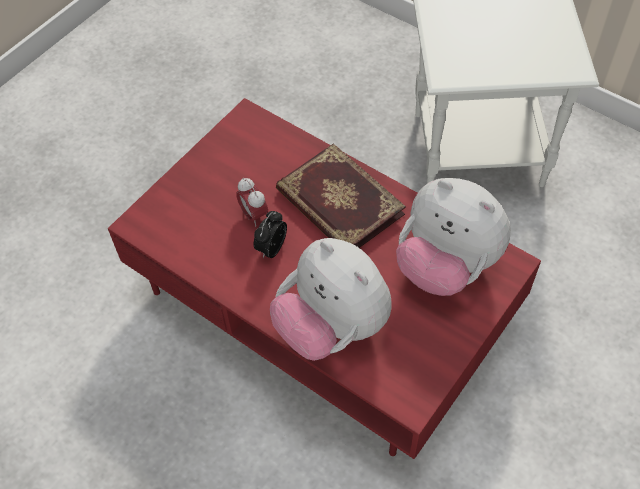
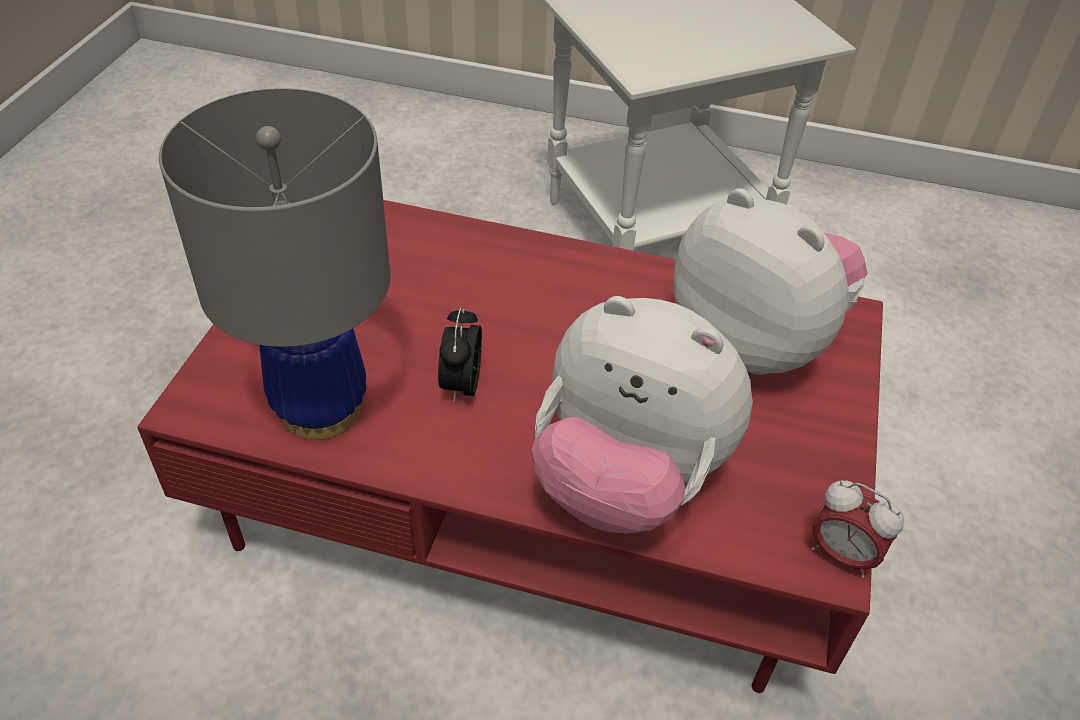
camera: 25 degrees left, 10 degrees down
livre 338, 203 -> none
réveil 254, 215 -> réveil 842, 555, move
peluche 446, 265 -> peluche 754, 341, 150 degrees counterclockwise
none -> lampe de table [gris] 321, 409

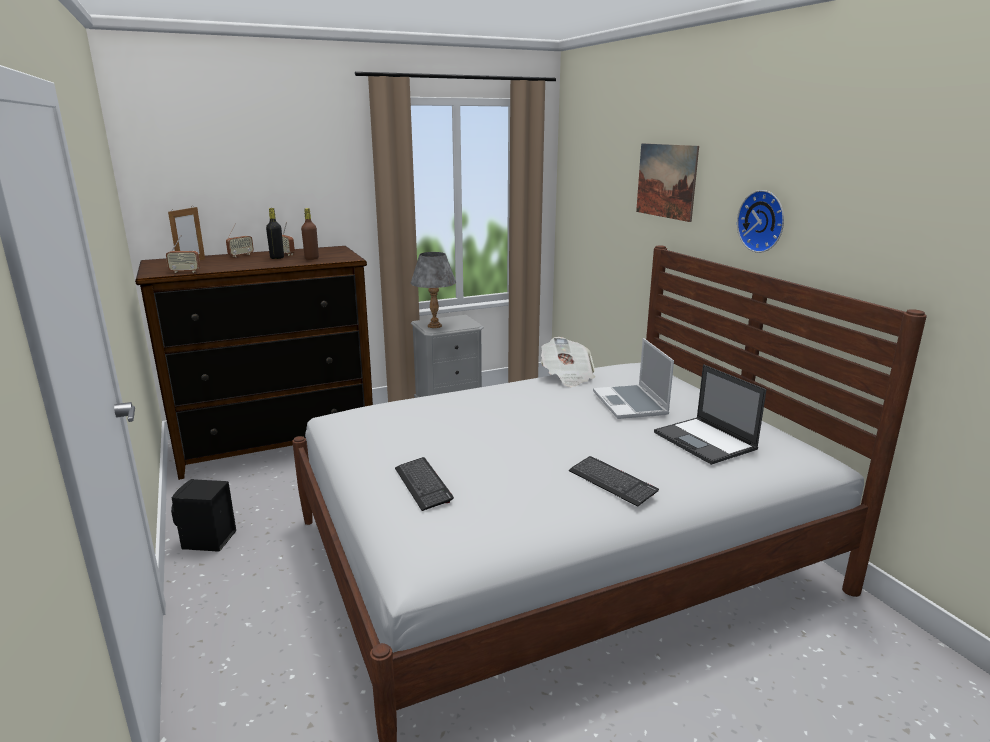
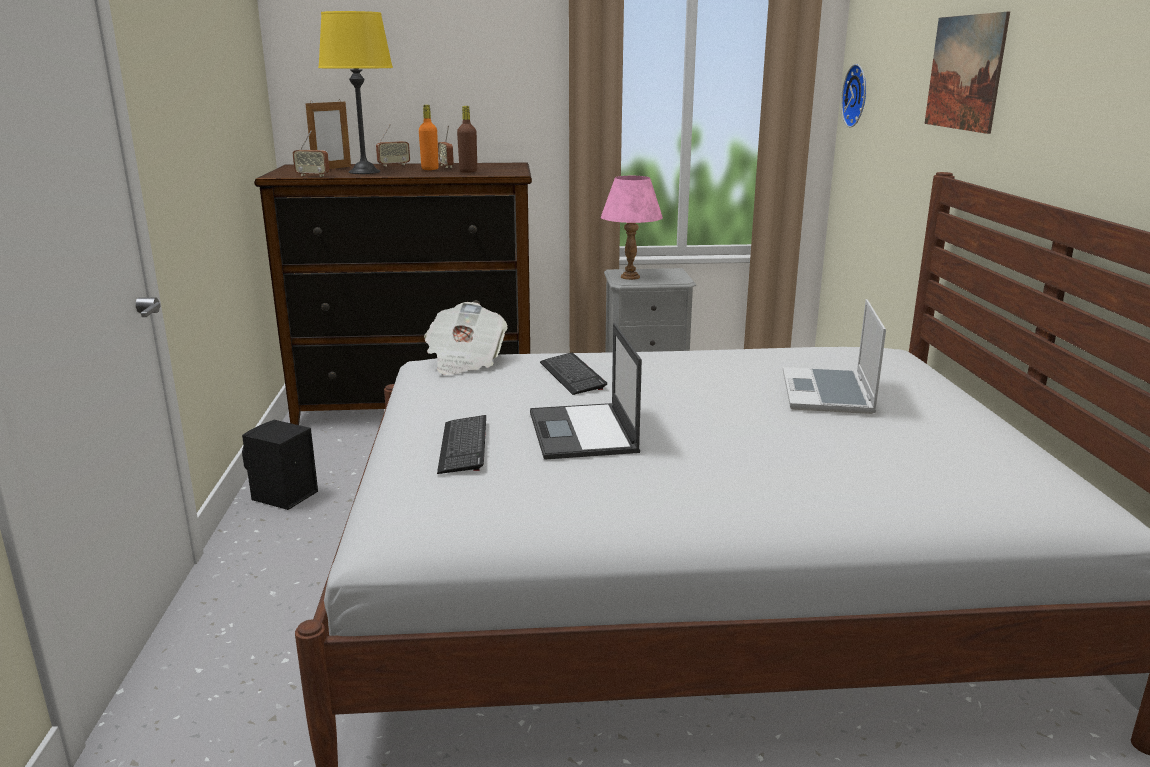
camera: 20 degrees right, 0 degrees up
horloge murale 763, 221 -> horloge murale 858, 96, move
bouteille [noir] 277, 258 -> bouteille [orange] 430, 169
lampe de table [gris] 434, 326 -> lampe de table [rose] 629, 277
journal 567, 376 -> journal 465, 361, move
ordinateur portable 705, 441 -> ordinateur portable 583, 432, move
clavier 612, 482 -> clavier 572, 375, move
none -> lampe de table [jaune] 364, 172

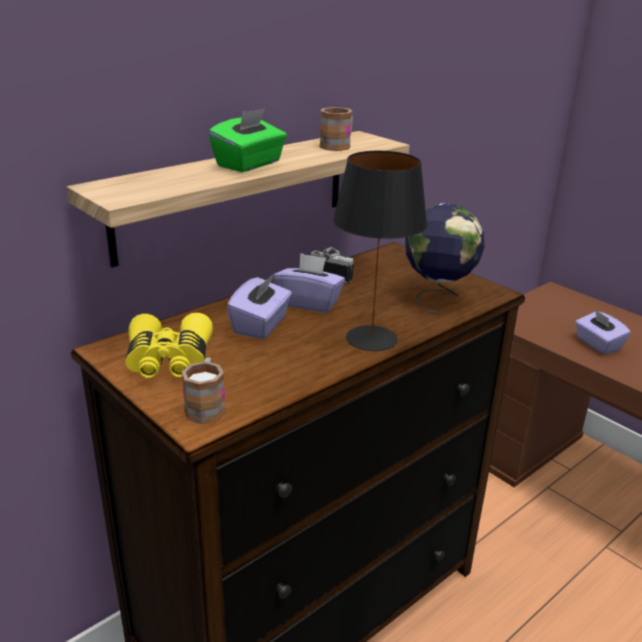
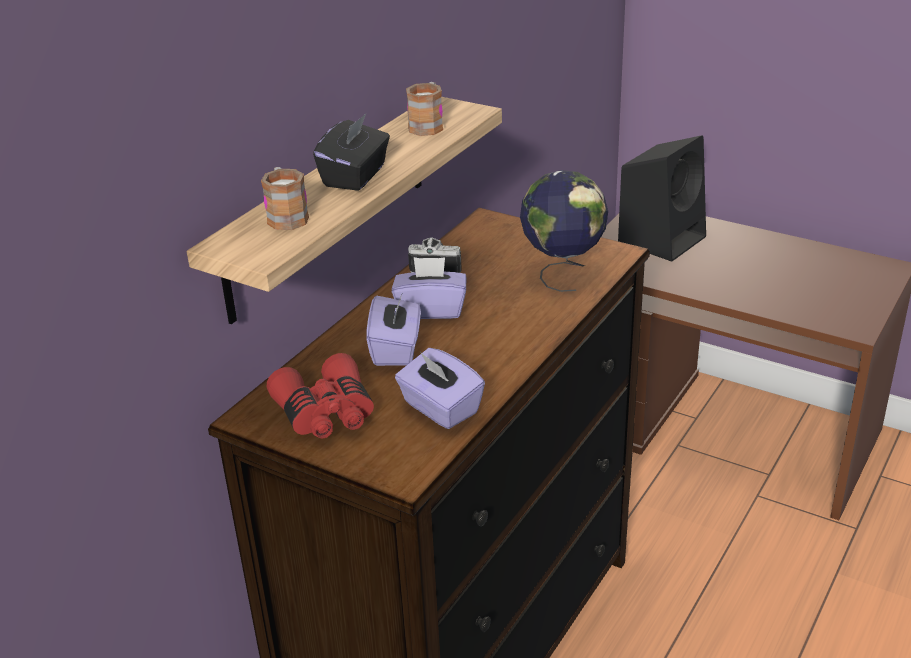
camera: 15 degrees left, 5 degrees up
boîte à mouchoirs [vert] 249, 164 -> boîte à mouchoirs [noir] 355, 176
lampe de table [noir] 372, 339 -> none
boîte à mouchoirs [violet] 597, 344 -> boîte à mouchoirs [violet] 440, 408, move
jumelles [jaune] 168, 361 -> jumelles [rouge] 326, 414
mug 206, 406 -> mug 286, 216, move
none -> enceinte [noir] 662, 238

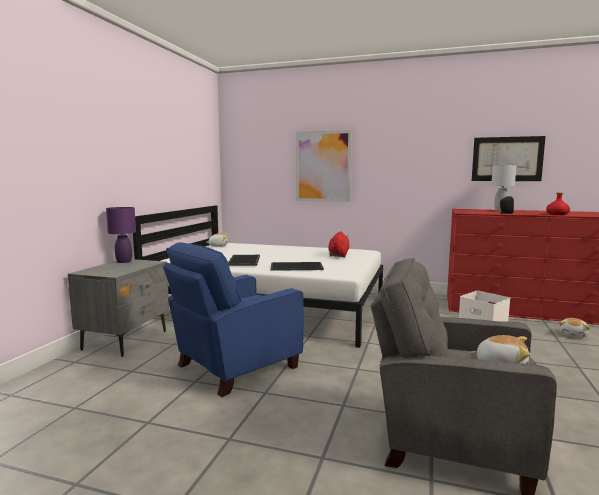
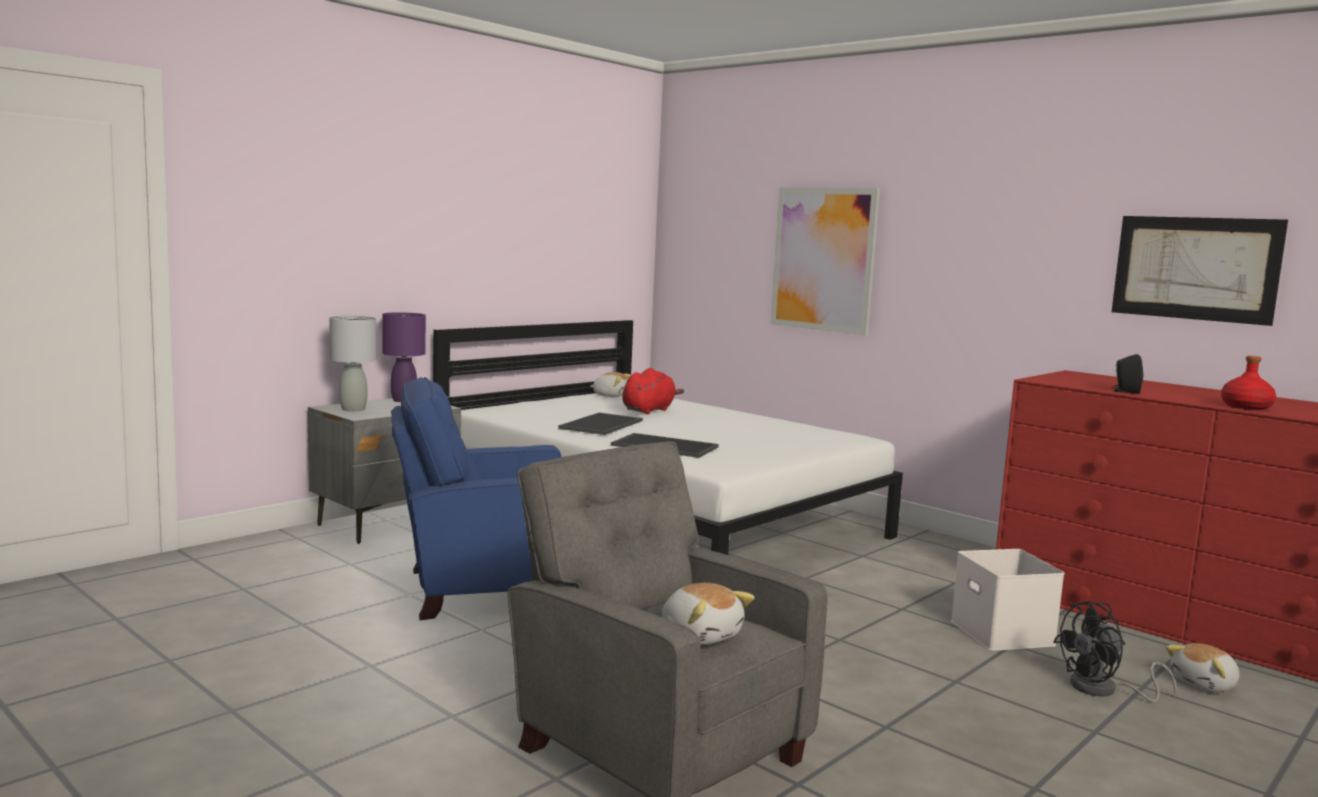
camera: 25 degrees right, 0 degrees up
lampe de table [gris] 500, 210 -> lampe de table [gris] 352, 409, move
peluche [rouge] 338, 255 -> peluche [rouge] 649, 410, move
none -> ventilateur [noir] 1103, 690

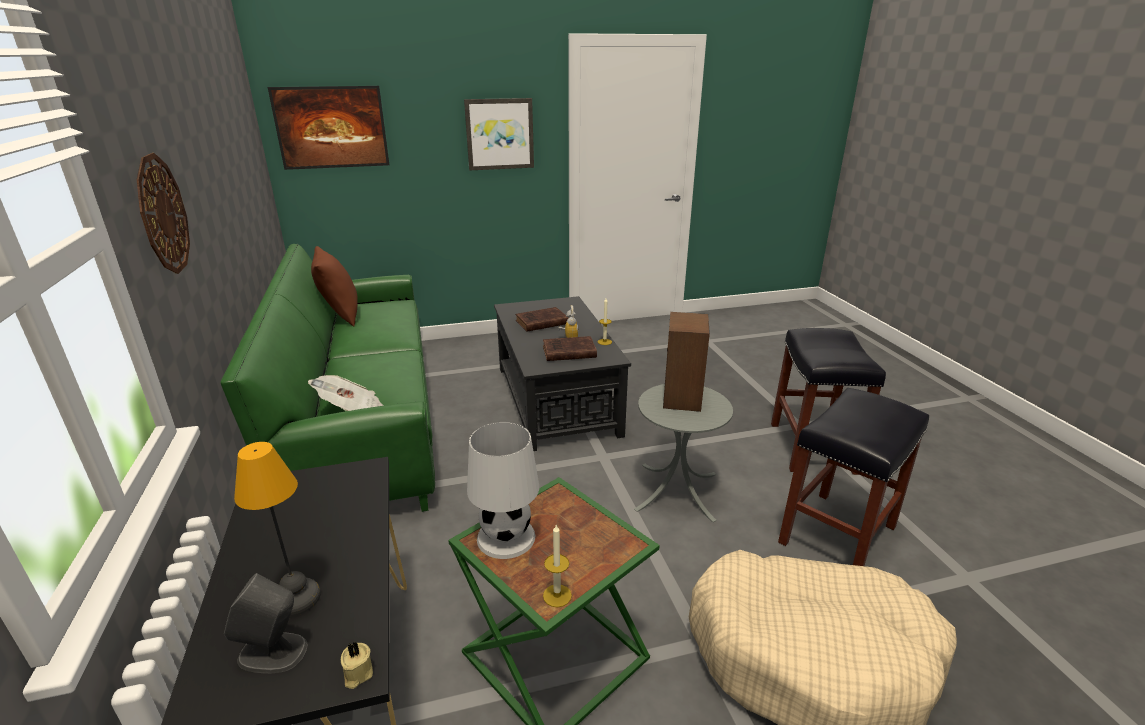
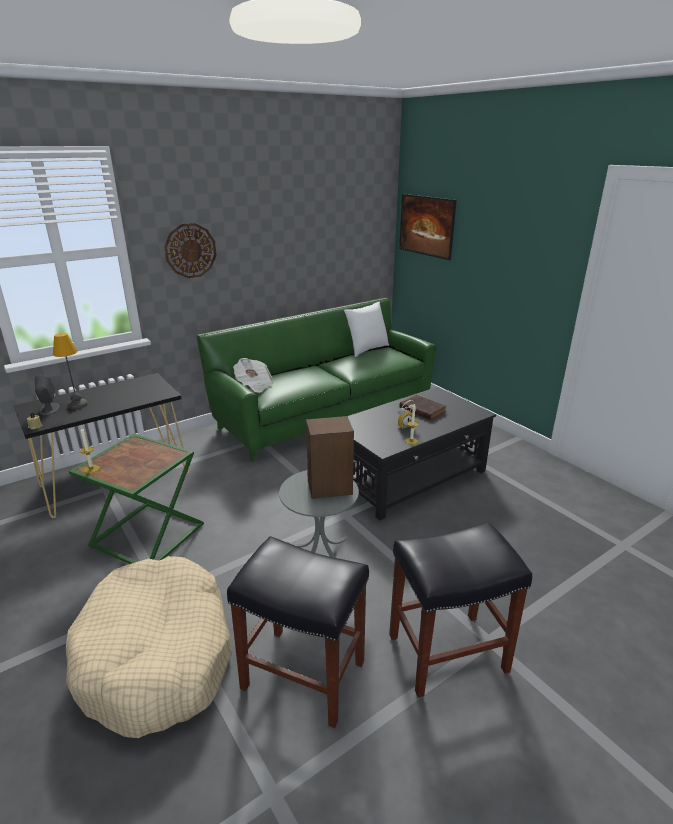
camera: 70 degrees right, 0 degrees up
tableau 499, 134 -> none
coussin [marron] 340, 315 -> coussin [blanc] 366, 349
livre [marron] 567, 352 -> none
lampe de table [blanc] 506, 536 -> none

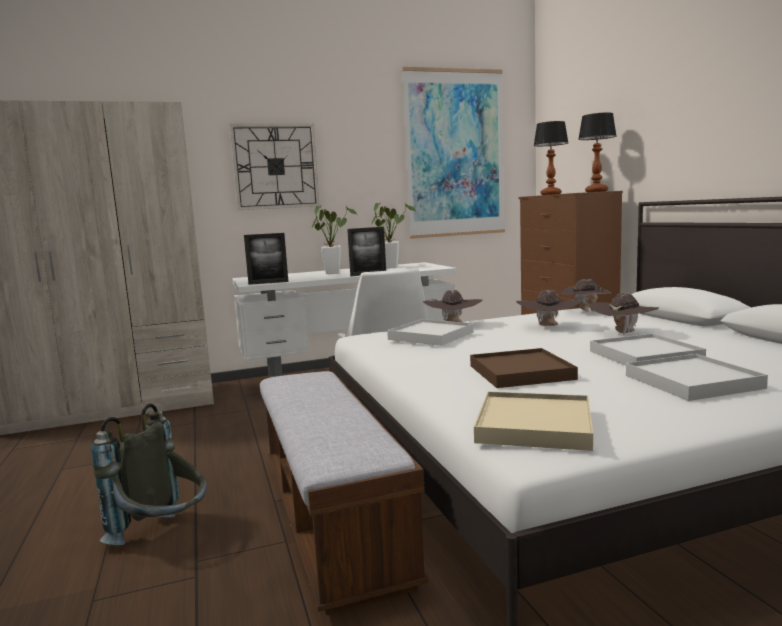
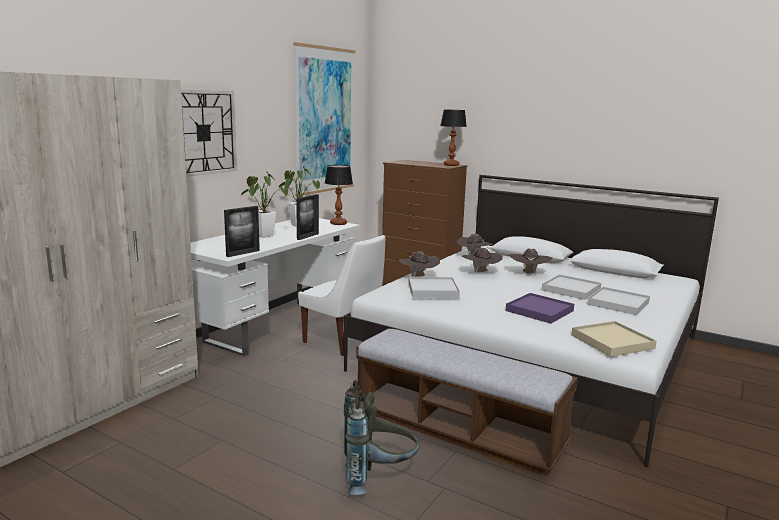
camera: 40 degrees left, 5 degrees up
lampe de table 551, 194 -> lampe de table 338, 223, move
plateau [marron] 520, 372 -> plateau [violet] 539, 311

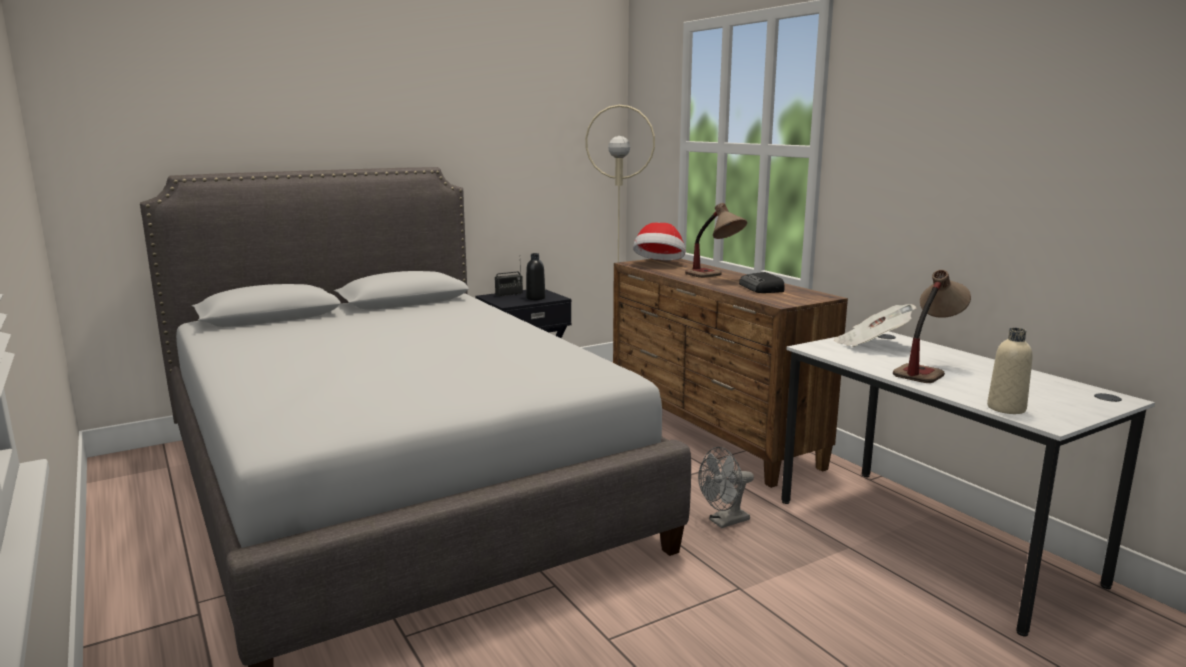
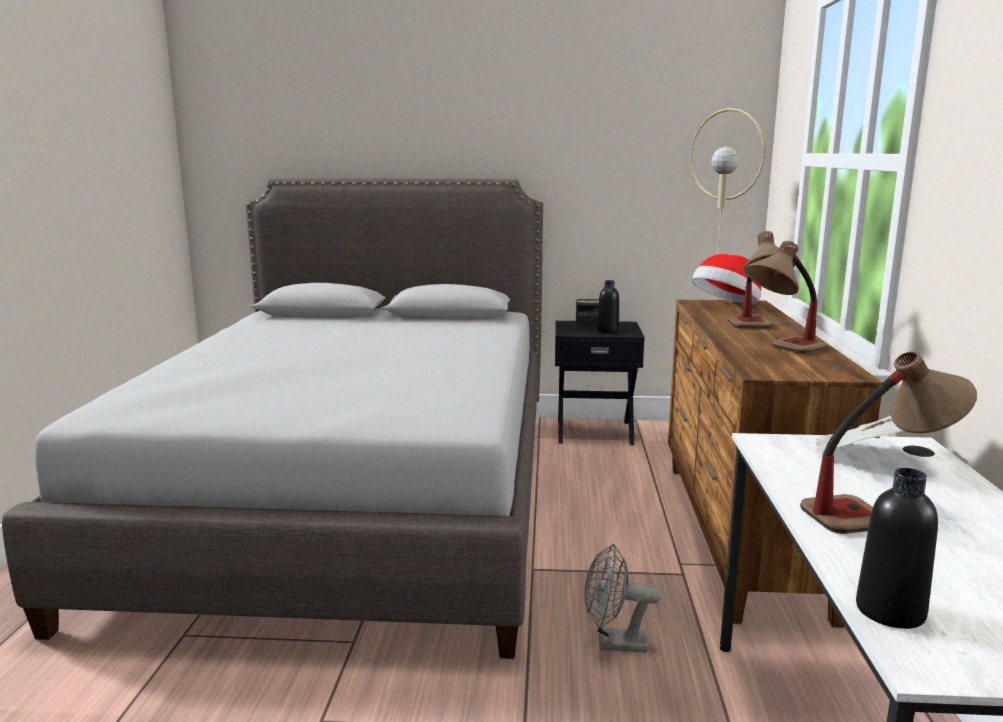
camera: 35 degrees right, 0 degrees up
radio 761, 288 -> lampe de table 783, 351
bouteille [beige] 1006, 408 -> bouteille [noir] 890, 611

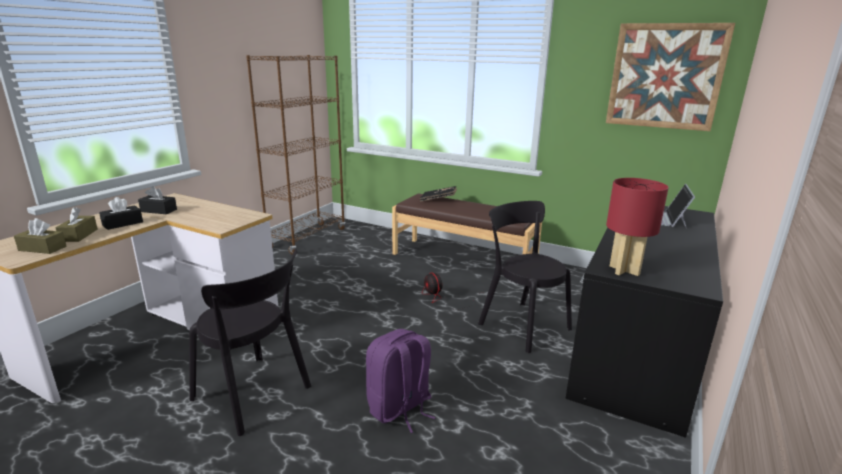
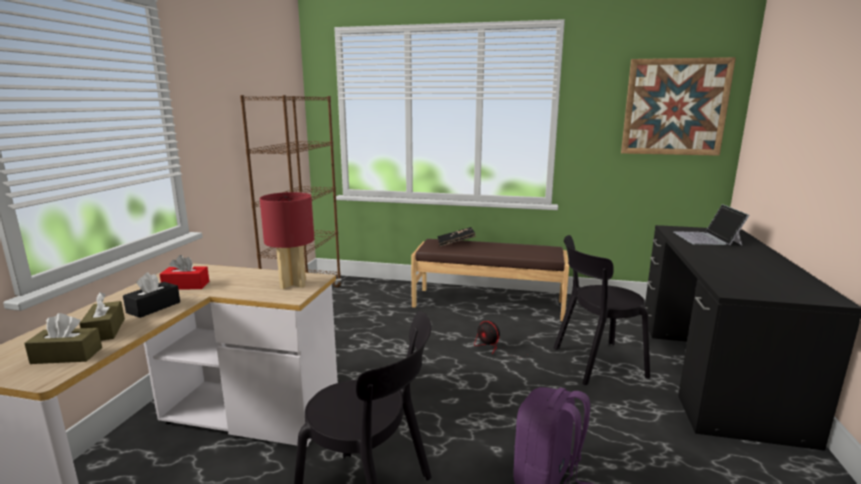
camera: 15 degrees left, 5 degrees down
lampe de table [rouge] 624, 270 -> lampe de table [rouge] 293, 283, move
boîte à mouchoirs [noir] 158, 210 -> boîte à mouchoirs [rouge] 186, 285
chaise [noir] 521, 324 -> chaise [noir] 594, 362, 45 degrees counterclockwise

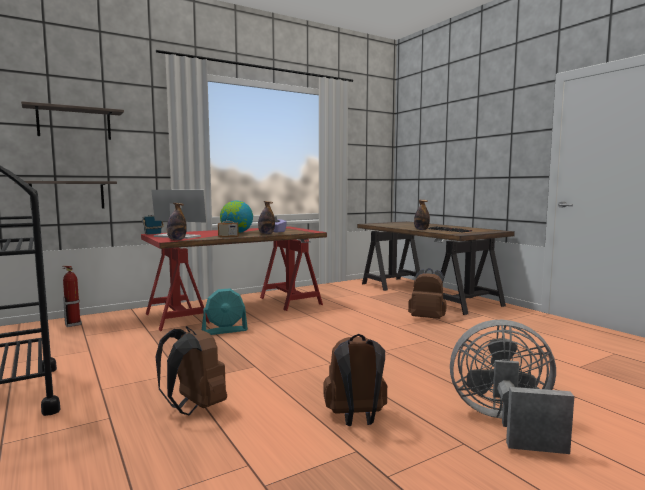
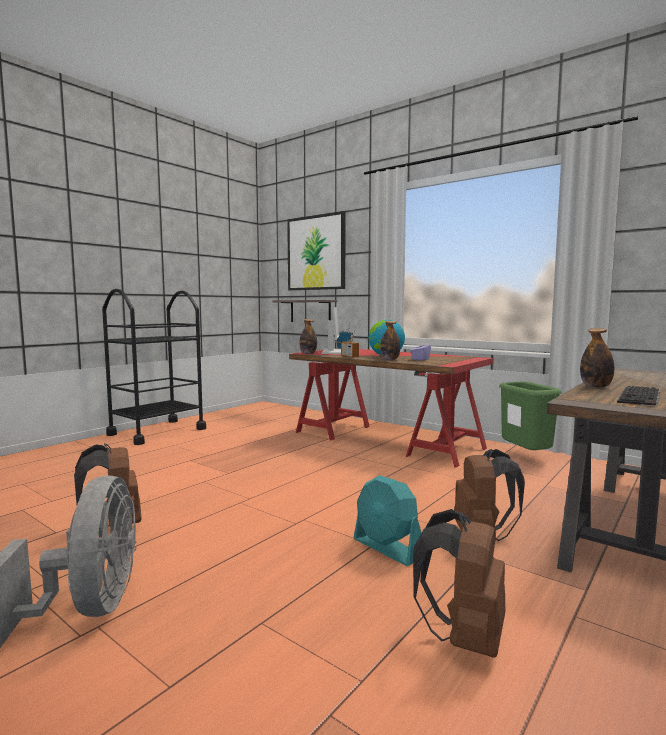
camera: 70 degrees right, 0 degrees up
étagère 74, 123 -> tableau 316, 253
extincteur 73, 324 -> none
ventilateur [turquoise] 224, 331 -> ventilateur [turquoise] 388, 548, move
sac à dos [marron] 195, 407 -> sac à dos [marron] 464, 637, move
none -> poubelle [vert] 526, 457

